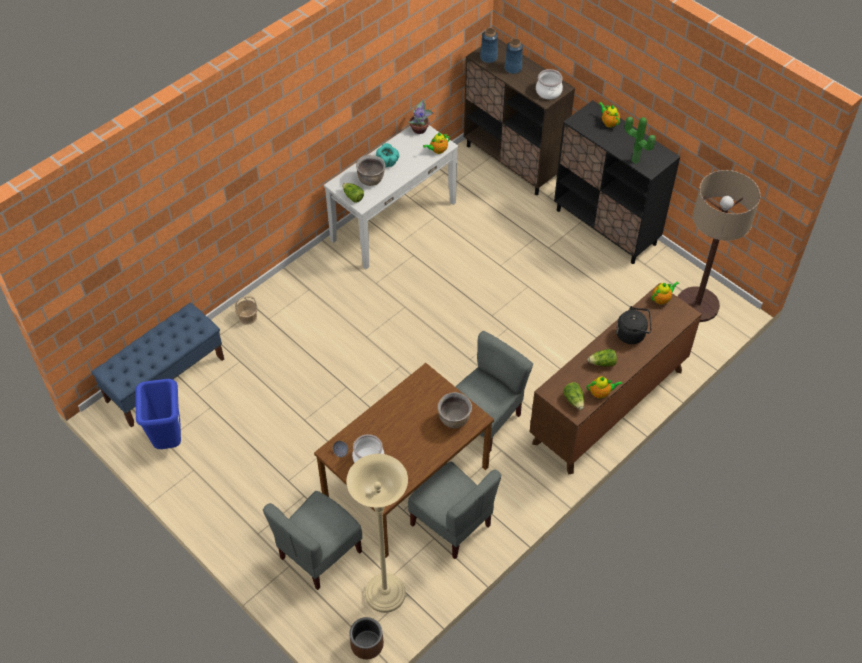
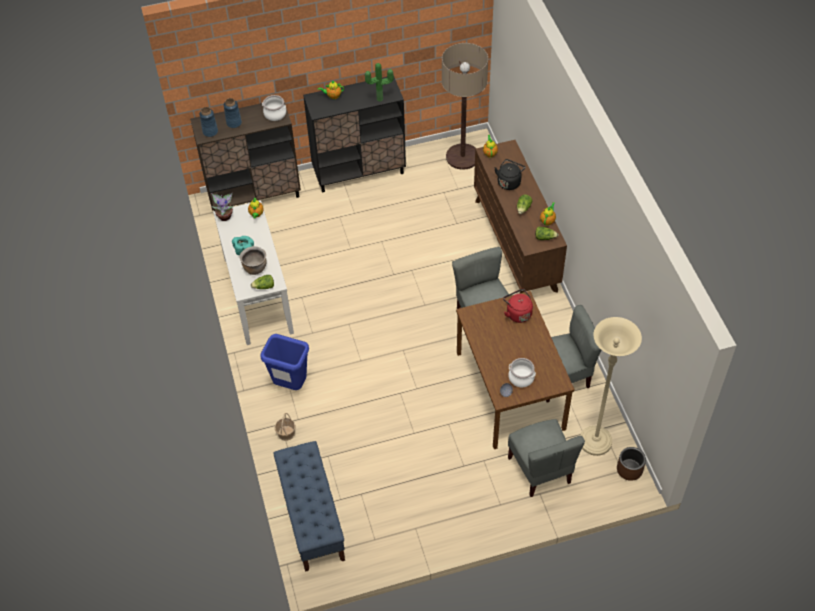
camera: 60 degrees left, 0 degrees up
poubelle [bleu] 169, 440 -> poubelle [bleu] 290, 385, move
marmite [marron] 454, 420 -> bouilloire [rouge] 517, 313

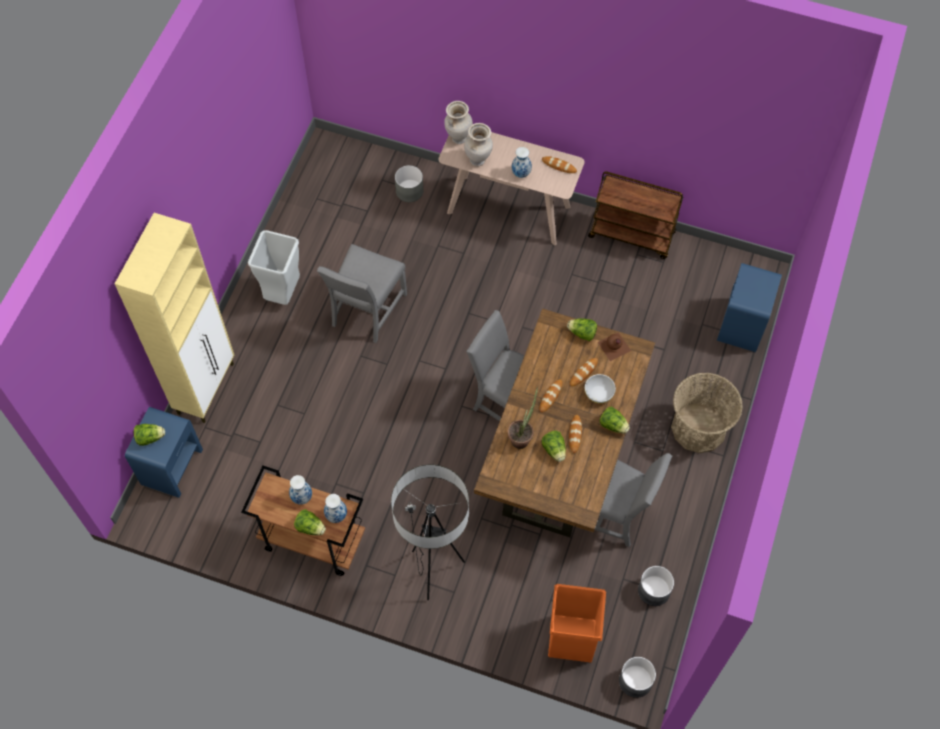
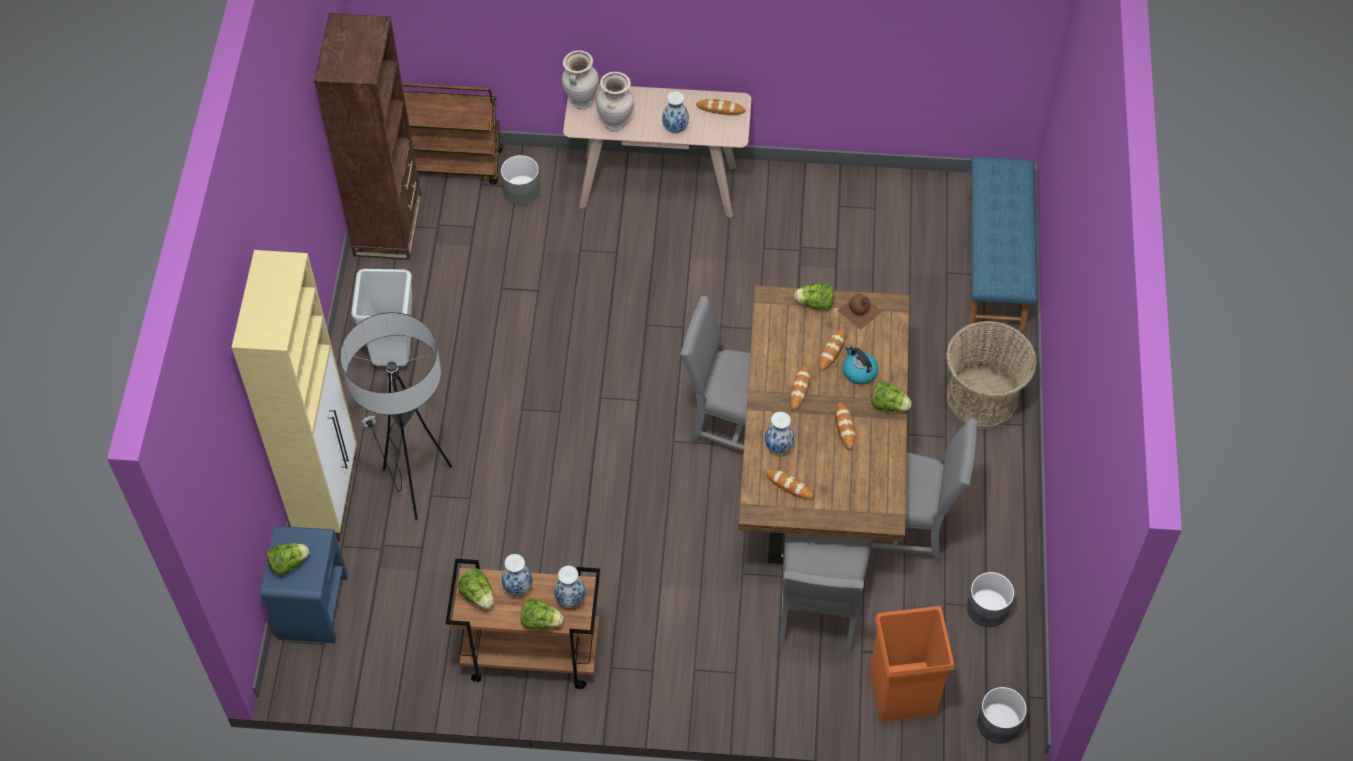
camera: 15 degrees left, 5 degrees down
chariot [marron] 632, 235 -> chariot [marron] 449, 164, move
chaise [gris] 366, 311 -> chaise [gris] 818, 612, move
table de chevet [bleu] 742, 325 -> banc [bleu] 997, 262
bol [blanc] 599, 393 -> bouilloire 859, 371
plante en pot 522, 437 -> vase 779, 446
laitue 554, 450 -> laitue 478, 595, move
lampadaire 433, 569 -> lampadaire 415, 484, move
none -> bibliothèque [marron] 388, 225
none -> pain 789, 485

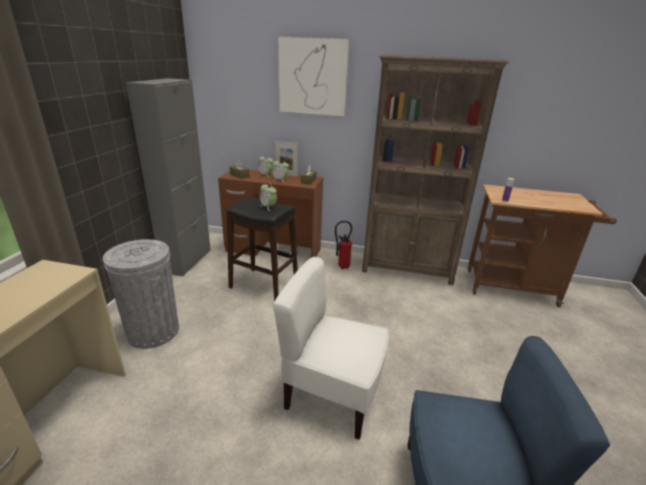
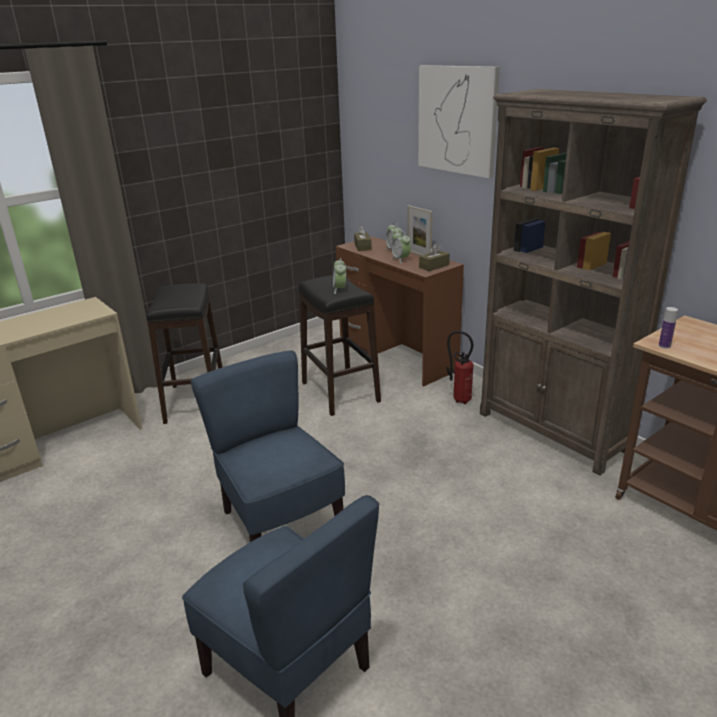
camera: 40 degrees right, 0 degrees up
meuble de rangement [gris] 187, 261 -> none
poubelle [gris] 153, 331 -> tabouret [noir] 195, 401
chaise [blanc] 332, 395 -> chaise [bleu] 280, 522

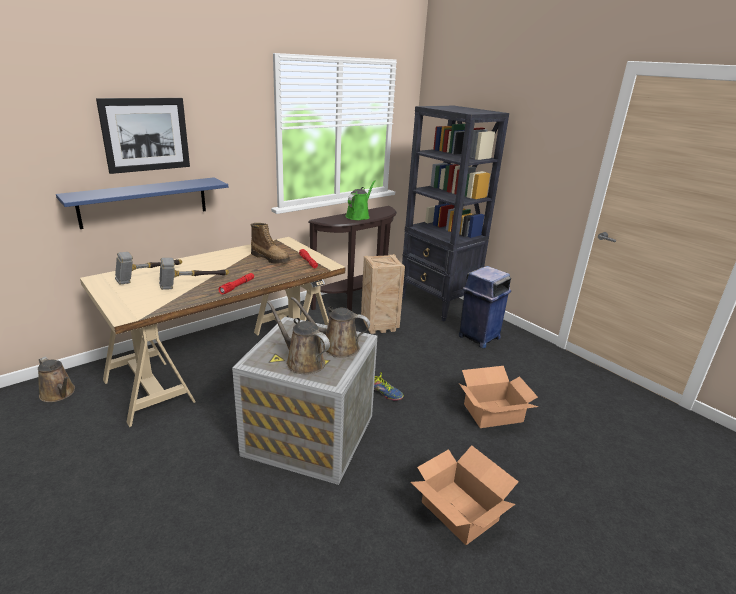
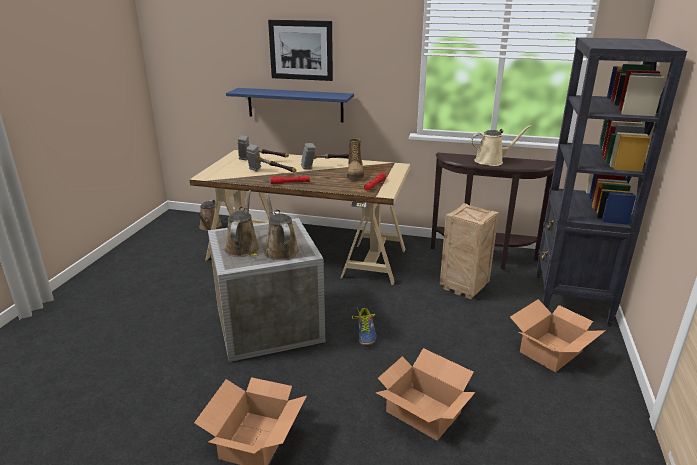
camera: 55 degrees right, 0 degrees up
arrosoir [vert] 358, 216 -> arrosoir [beige] 492, 161
poubelle [bleu] 478, 337 -> carton 552, 351
none -> marteau 325, 166

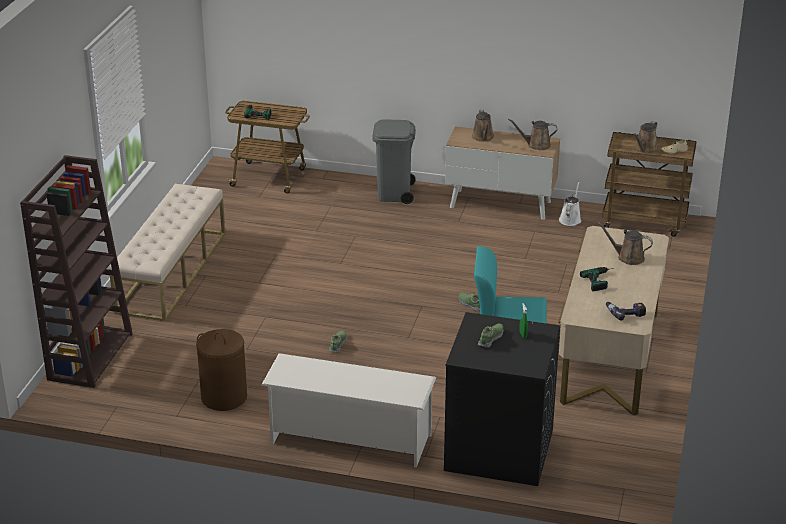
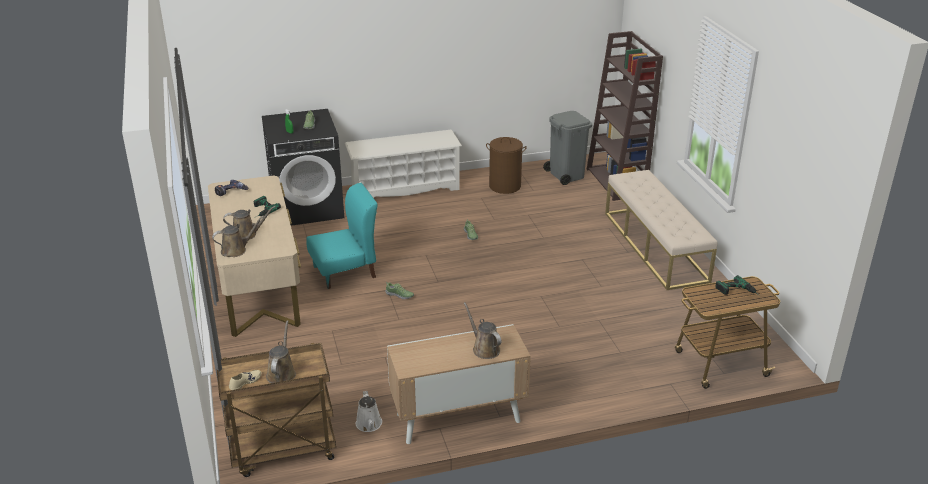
camera: 150 degrees right, 0 degrees up
poubelle [gris] 394, 194 -> poubelle [gris] 566, 175, move
arrosoir [marron] 536, 145 -> arrosoir [marron] 236, 250, move

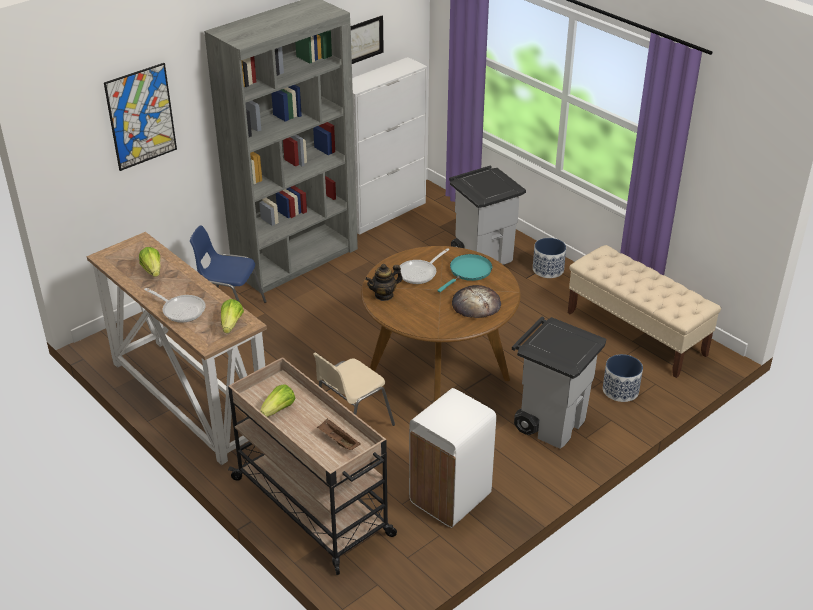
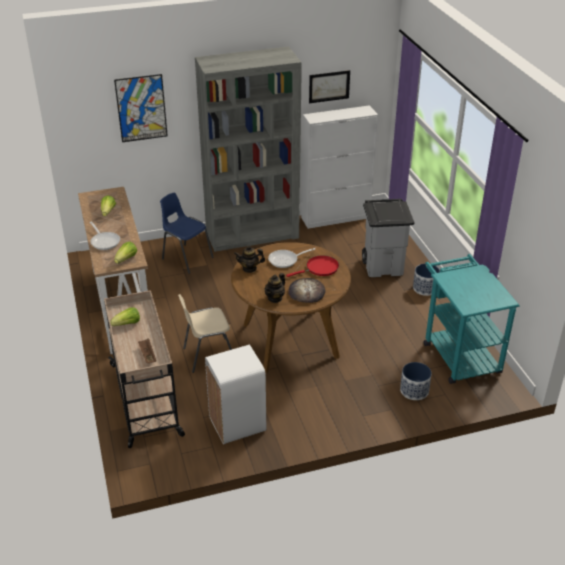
camera: 25 degrees right, 0 degrees up
banc [beige] 636, 333 -> chariot [turquoise] 458, 353
poêle [turquoise] 468, 272 -> poêle [rouge] 320, 268
poubelle [gris] 551, 423 -> none
none -> théière 275, 298

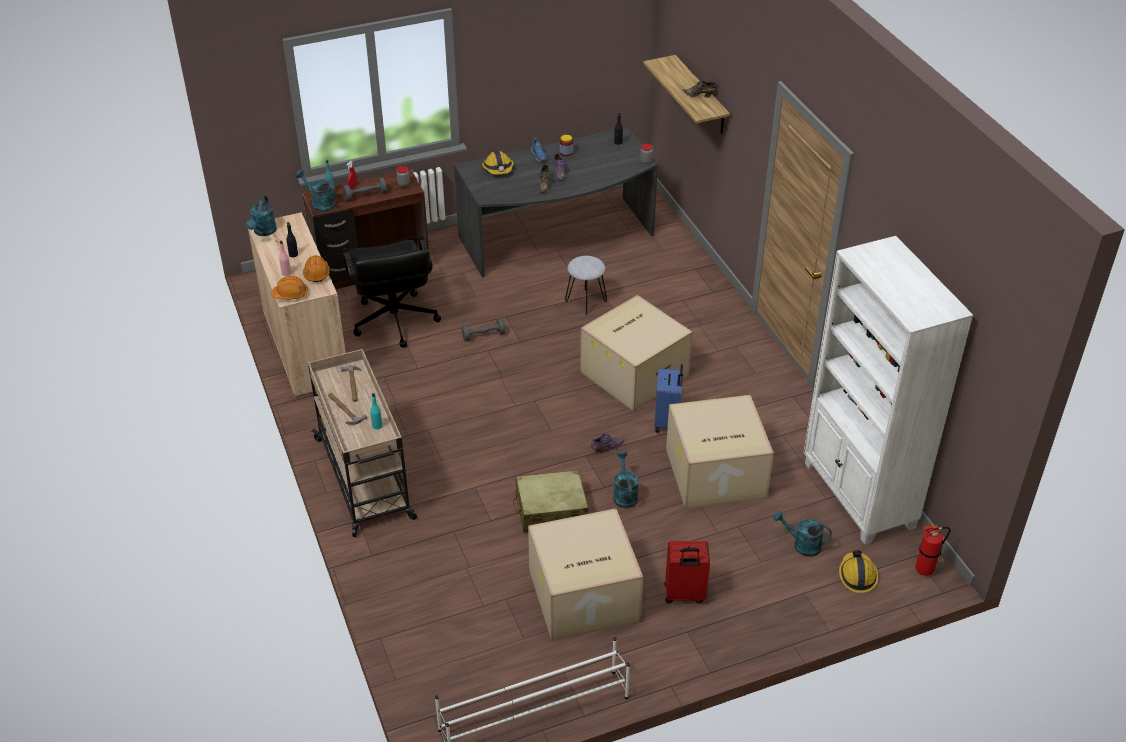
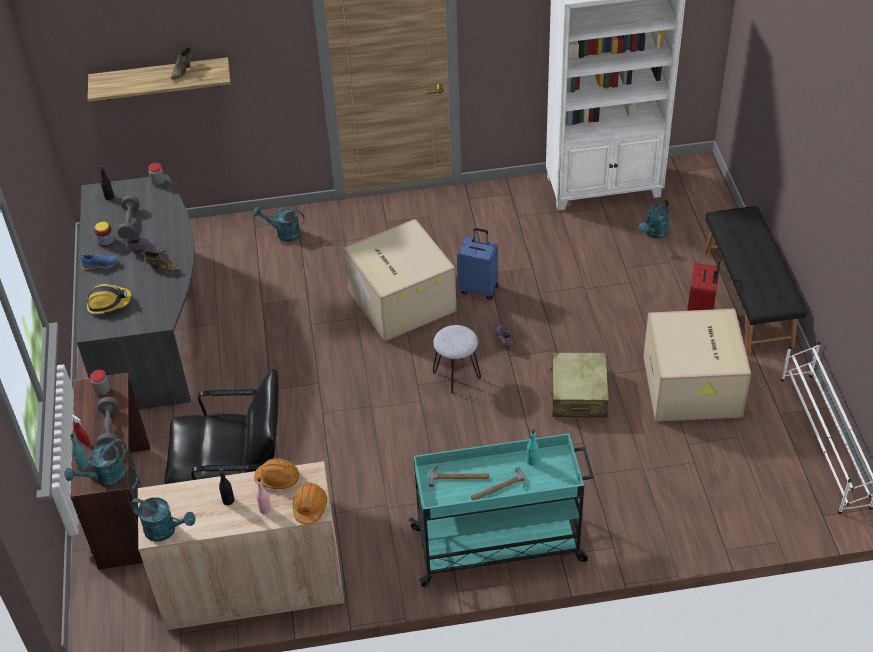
camera: 75 degrees left, 5 degrees up
tabouret [gris] 585, 301 -> tabouret [gris] 457, 375, move
haltère [gris] 483, 335 -> haltère [gris] 130, 223, move
chariot [beige] 365, 479 -> chariot [turquoise] 500, 544
carton 714, 474 -> none
arrosoir [turquoise] 624, 494 -> arrosoir [turquoise] 283, 233, move
extincteur 926, 570 -> none
casque de chantier 857, 575 -> none
none -> banc [noir] 748, 298

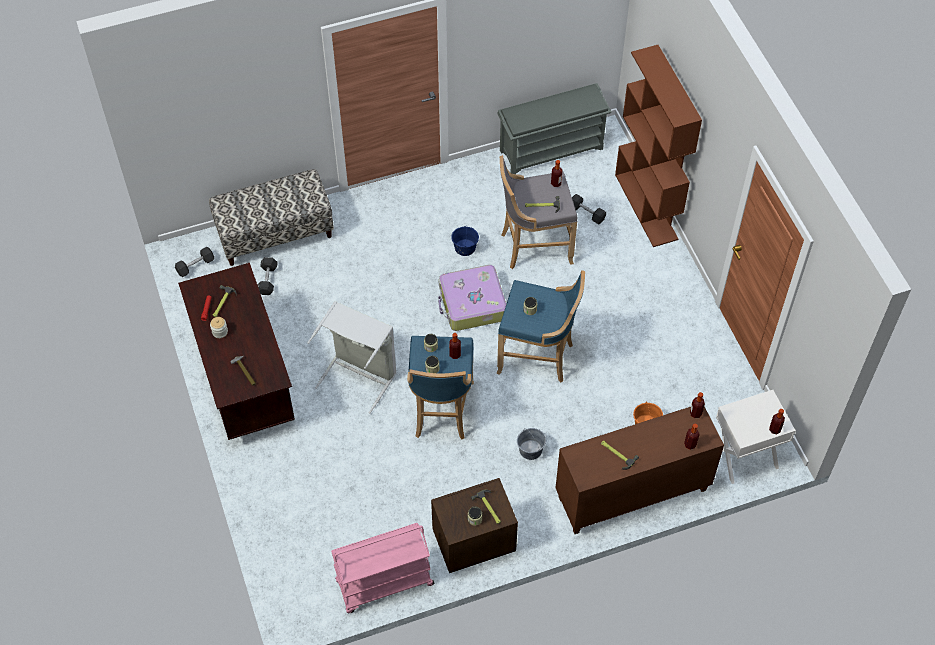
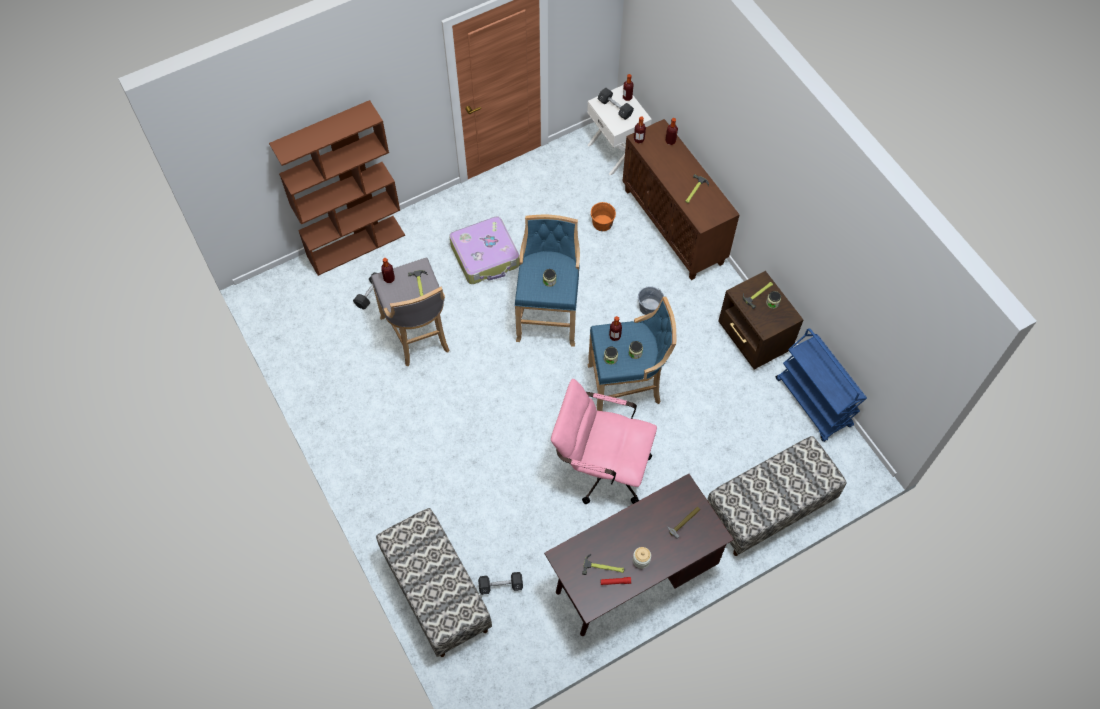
camera: 100 degrees left, 5 degrees up
étagère à chaussures [gris] 552, 149 -> none
seau [bleu] 465, 247 -> none
haltère [noir] 195, 266 -> haltère [noir] 615, 108, move
valise 472, 304 -> valise 485, 256, move
panier à linge [gris] 360, 374 -> chaise de bureau [rose] 601, 467
chariot [rose] 384, 584 -> chariot [bleu] 814, 403
none -> banc 769, 508

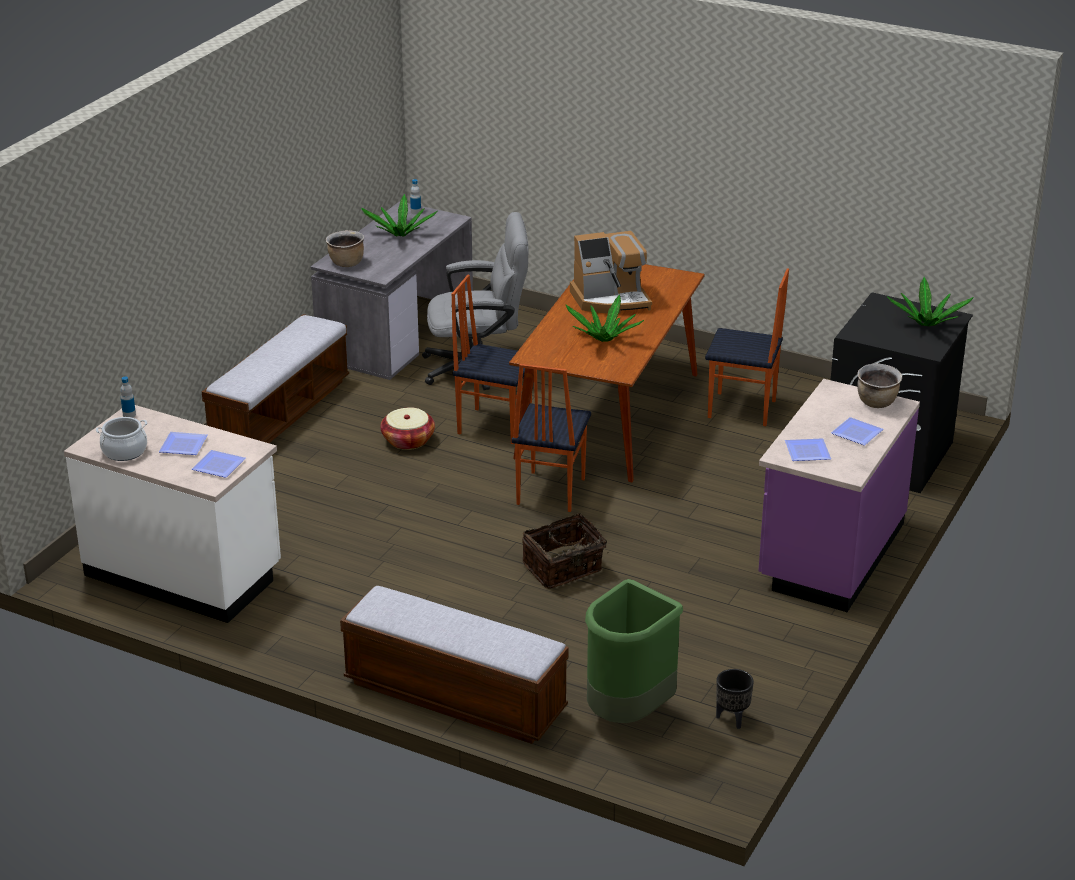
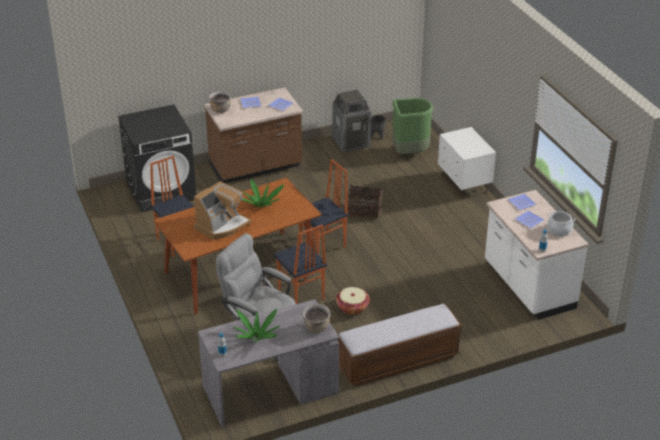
camera: 140 degrees left, 5 degrees up
machine à café 611, 300 -> machine à café 222, 226, 105 degrees clockwise
plante en pot 927, 324 -> none
comptoir de cuisine [violet] 829, 553 -> comptoir de cuisine [marron] 256, 167
banc 454, 696 -> table de chevet [blanc] 464, 184
none -> poubelle 351, 143

